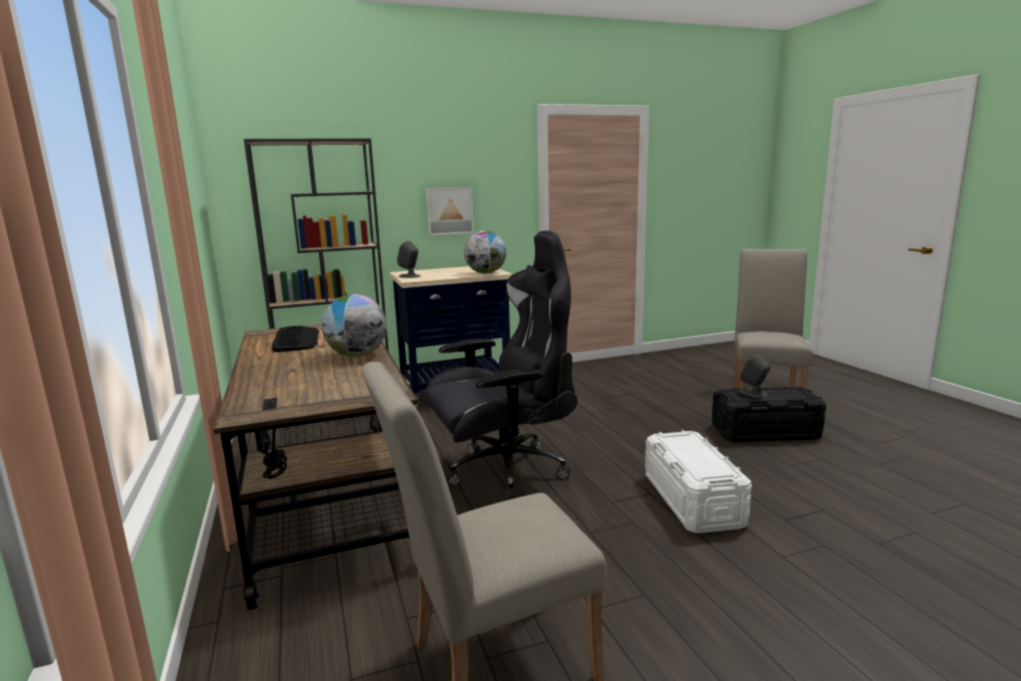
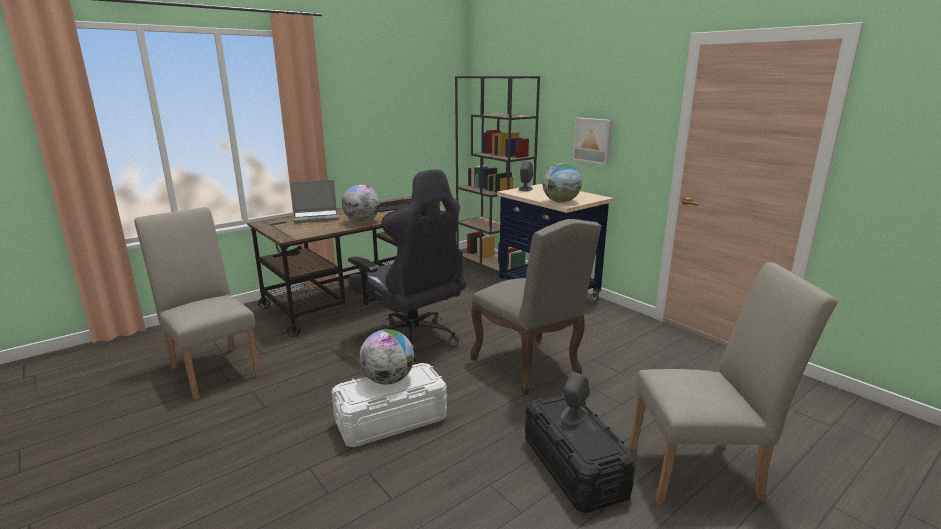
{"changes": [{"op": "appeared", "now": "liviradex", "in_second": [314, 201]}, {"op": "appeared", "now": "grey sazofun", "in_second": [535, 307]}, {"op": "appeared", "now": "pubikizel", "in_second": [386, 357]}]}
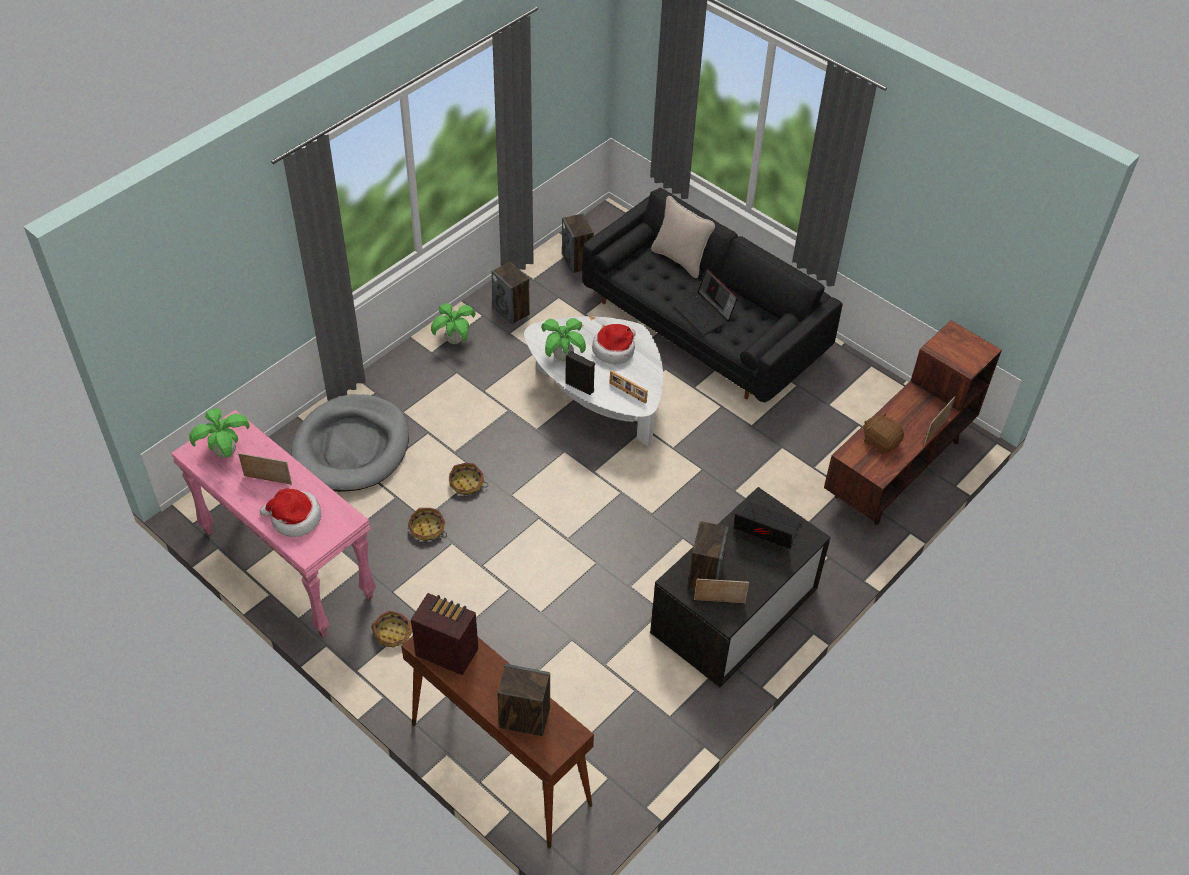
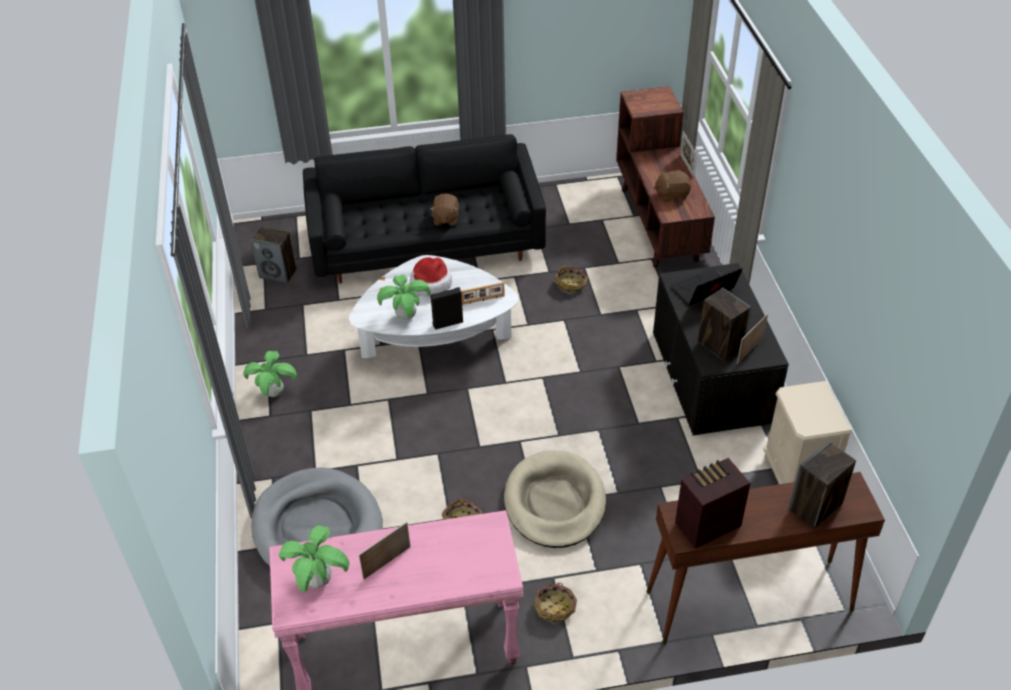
{"changes": [{"op": "missing", "was": "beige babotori", "in_first": [683, 237]}, {"op": "missing", "was": "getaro", "in_first": [510, 293]}, {"op": "exchanged", "was": "liviradex", "now": "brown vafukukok", "in_first": [705, 301], "in_second": [444, 210]}, {"op": "relocated", "was": "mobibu", "in_first": [468, 479], "in_second": [571, 279]}, {"op": "missing", "was": "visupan", "in_first": [290, 513]}, {"op": "appeared", "now": "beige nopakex", "in_second": [807, 432]}, {"op": "appeared", "now": "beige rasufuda", "in_second": [555, 499]}]}
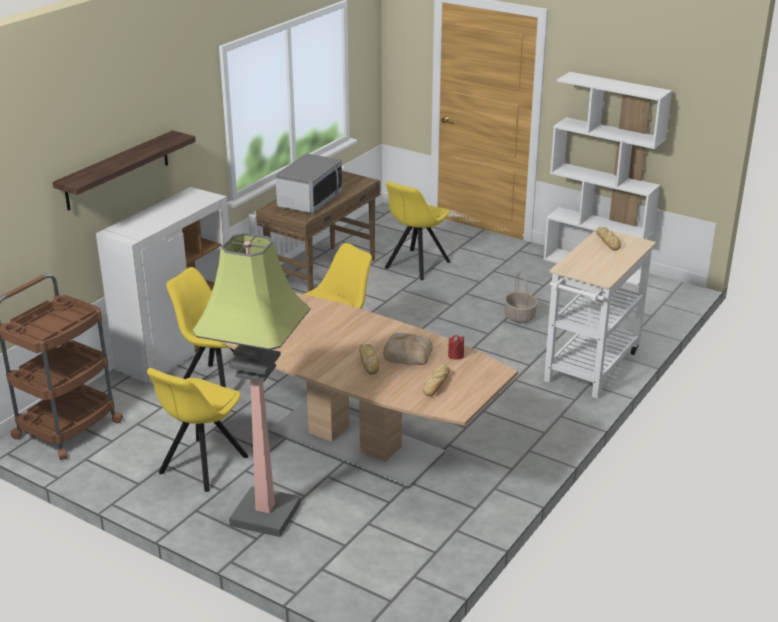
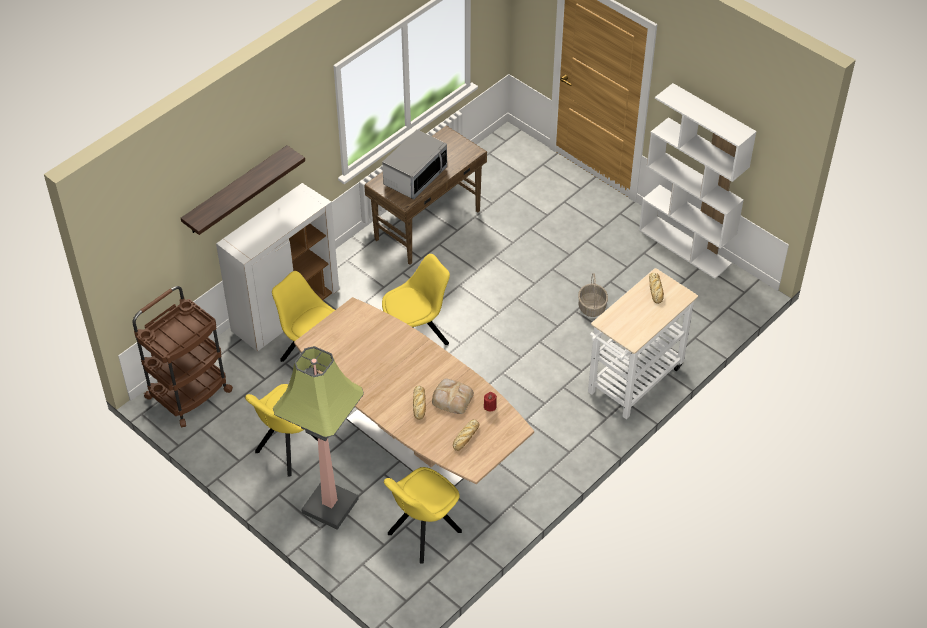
{"changes": [{"op": "relocated", "was": "yellow sazofun", "in_first": [417, 230], "in_second": [423, 515]}]}
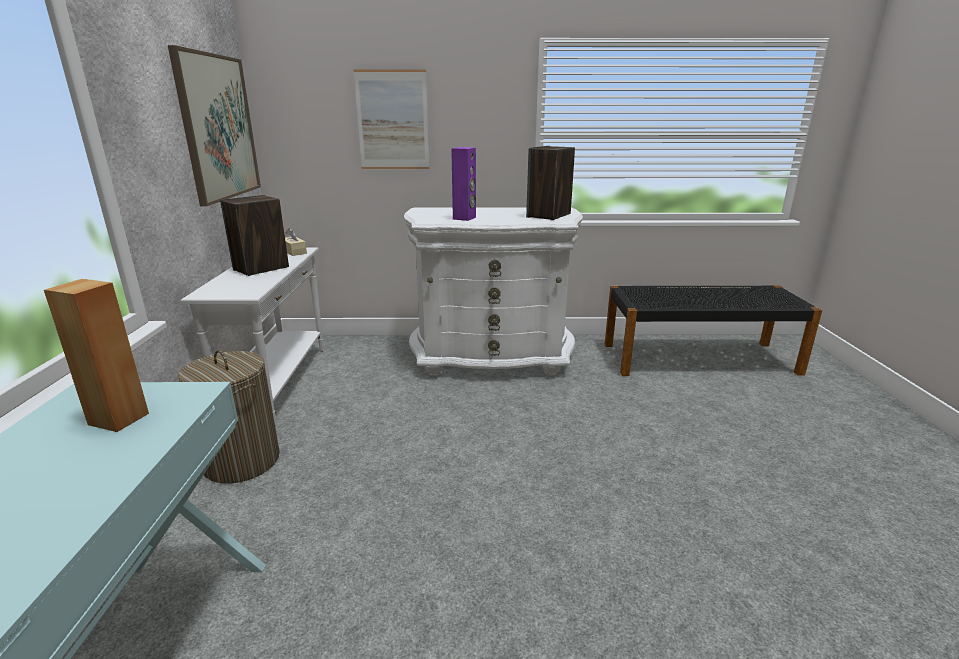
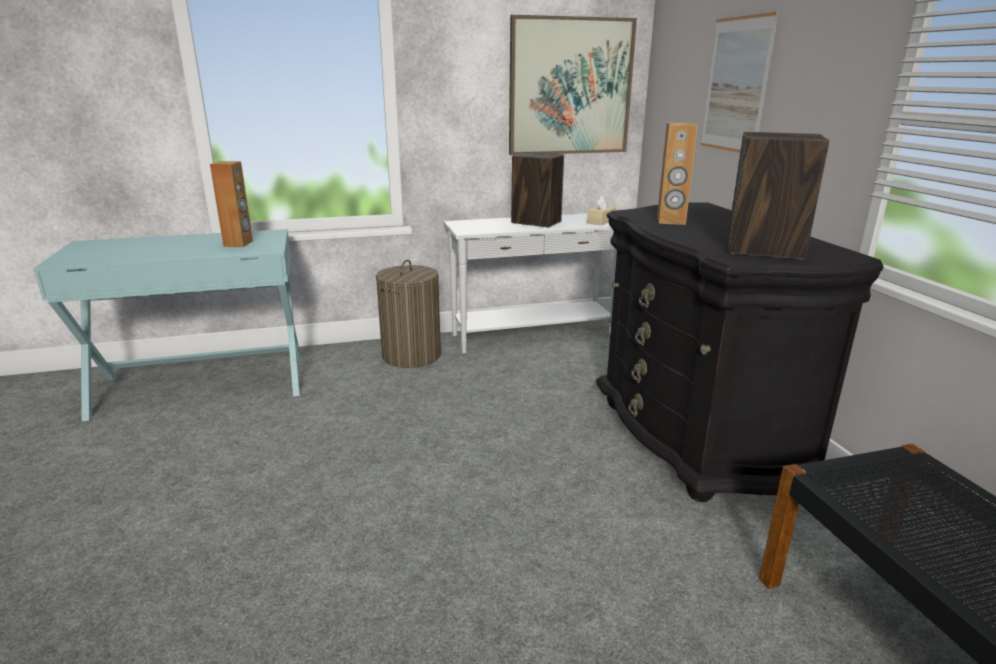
{"changes": [{"op": "colour", "was": "purple getaro", "now": "brown getaro", "in_first": [463, 184], "in_second": [677, 173]}, {"op": "colour", "was": "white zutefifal", "now": "black zutefifal", "in_first": [493, 291], "in_second": [740, 352]}]}
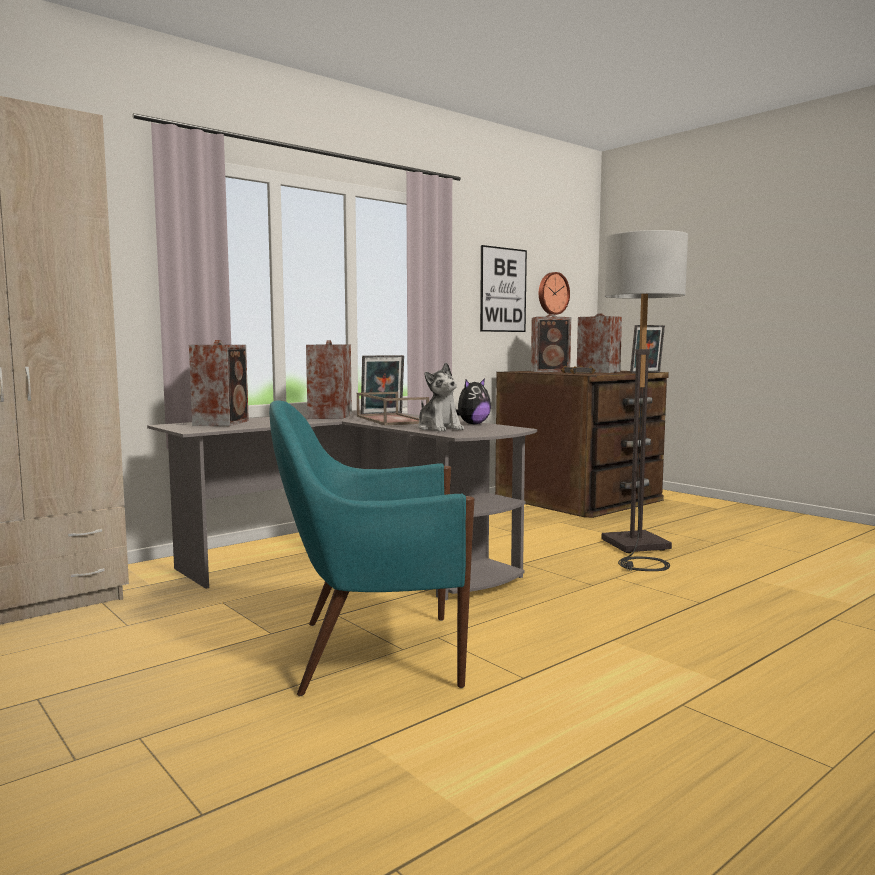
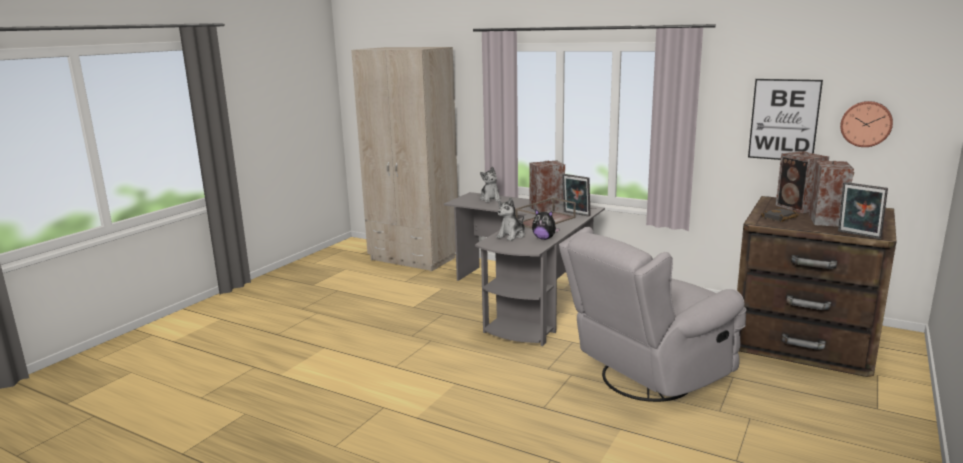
{"changes": [{"op": "exchanged", "was": "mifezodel", "now": "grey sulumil", "in_first": [644, 400], "in_second": [652, 314]}, {"op": "exchanged", "was": "getaro", "now": "vafukukok", "in_first": [219, 383], "in_second": [490, 185]}, {"op": "missing", "was": "turquoise sulumil", "in_first": [371, 548]}]}
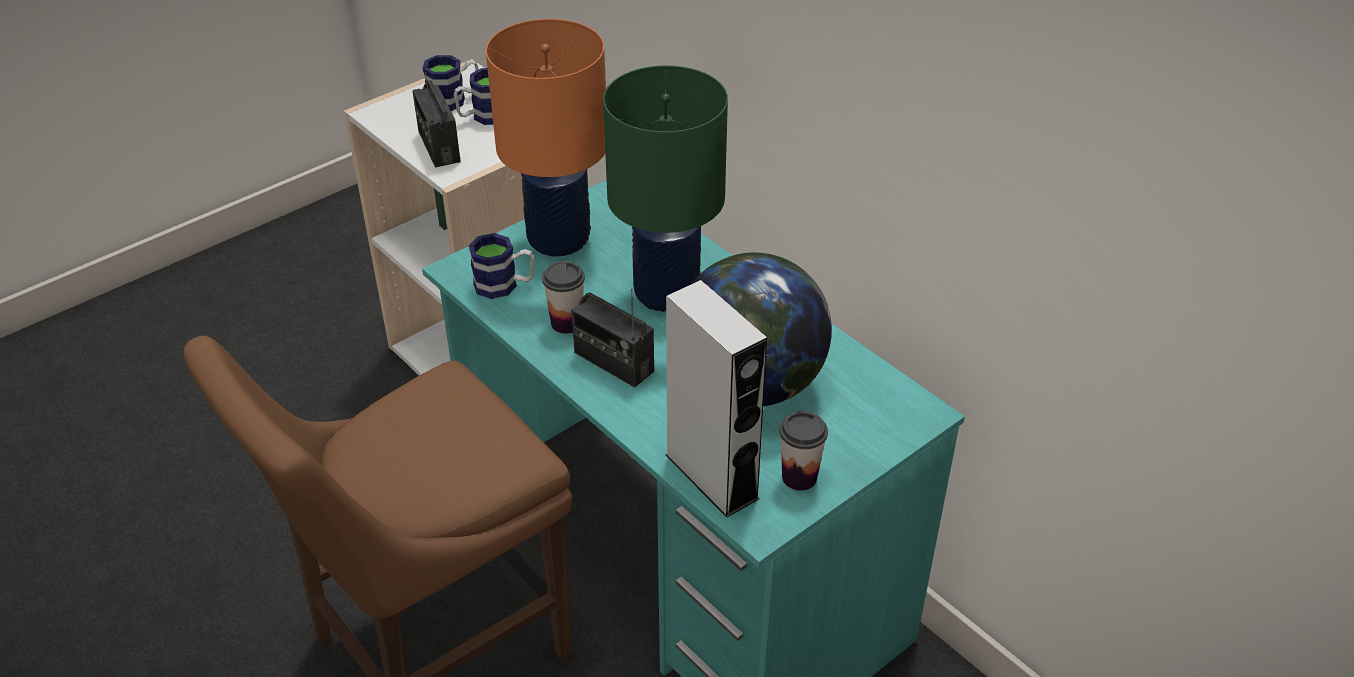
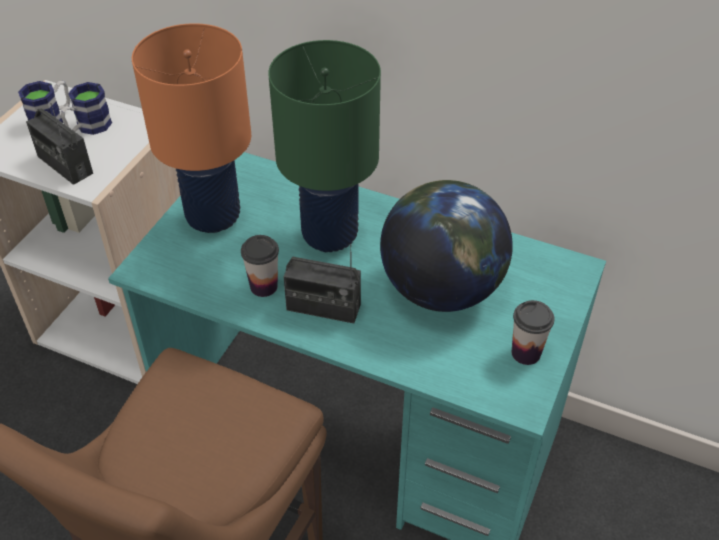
{"changes": [{"op": "missing", "was": "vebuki", "in_first": [501, 266]}, {"op": "missing", "was": "grey getaro", "in_first": [716, 399]}]}
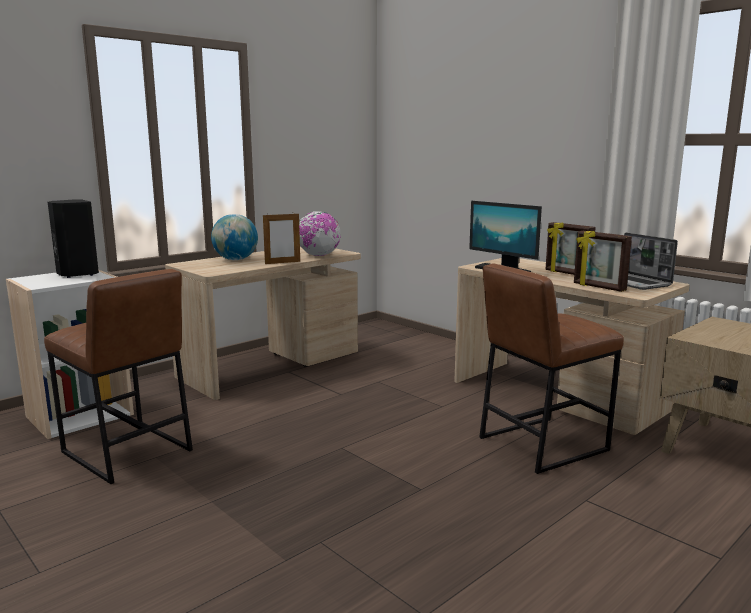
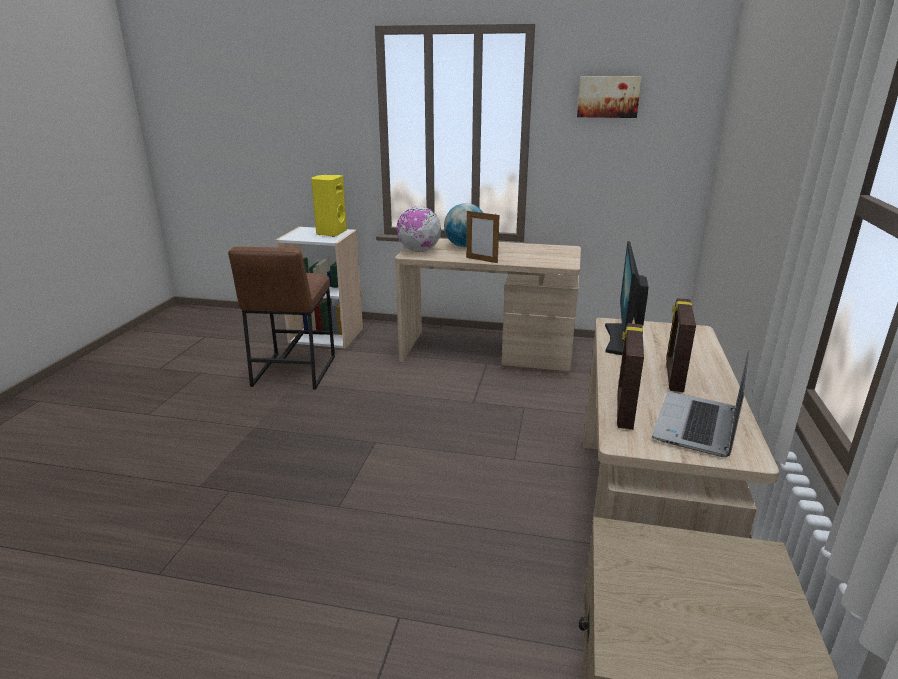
{"changes": [{"op": "colour", "was": "black getaro", "now": "yellow getaro", "in_first": [73, 238], "in_second": [329, 206]}, {"op": "relocated", "was": "pubikizel", "in_first": [320, 233], "in_second": [418, 229]}, {"op": "missing", "was": "brown sazofun", "in_first": [551, 369]}, {"op": "appeared", "now": "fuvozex", "in_second": [609, 97]}]}
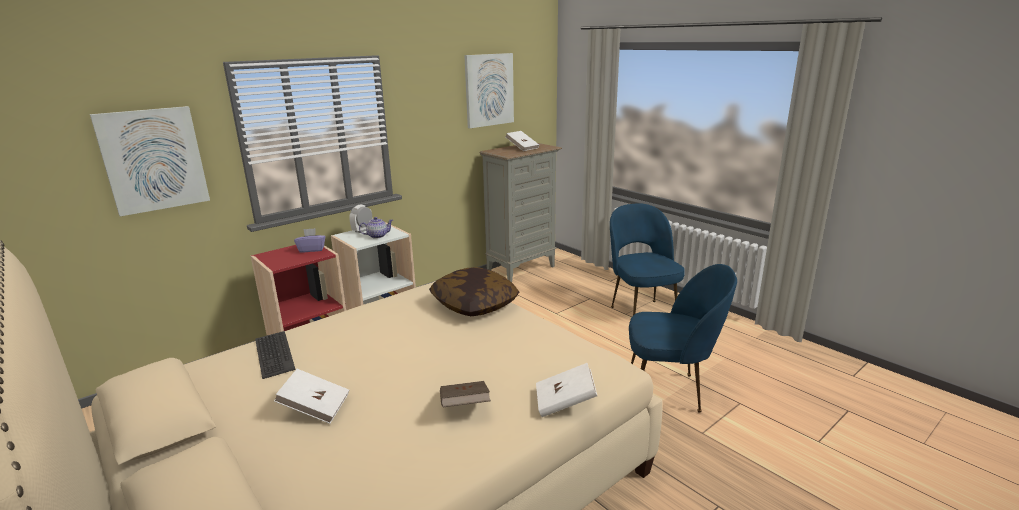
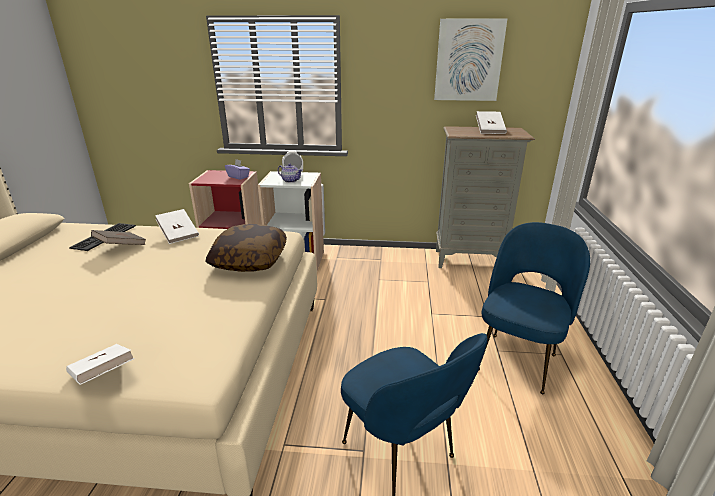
{"changes": [{"op": "missing", "was": "fuvozex", "in_first": [150, 161]}, {"op": "relocated", "was": "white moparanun", "in_first": [311, 396], "in_second": [177, 226]}, {"op": "relocated", "was": "brown moparanun", "in_first": [465, 394], "in_second": [118, 237]}]}
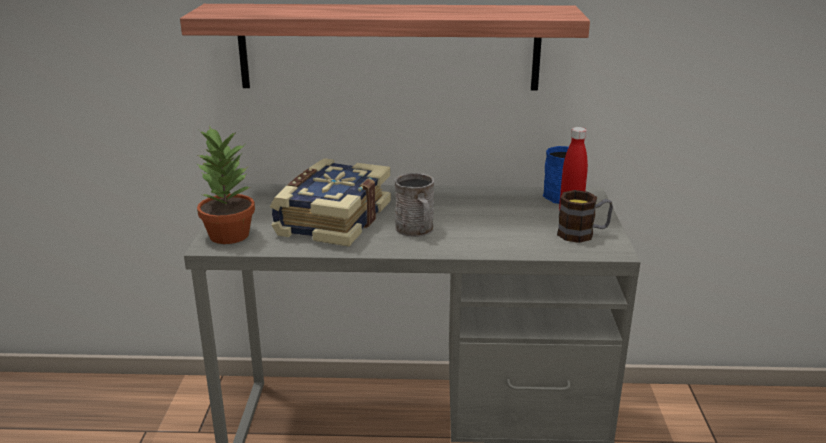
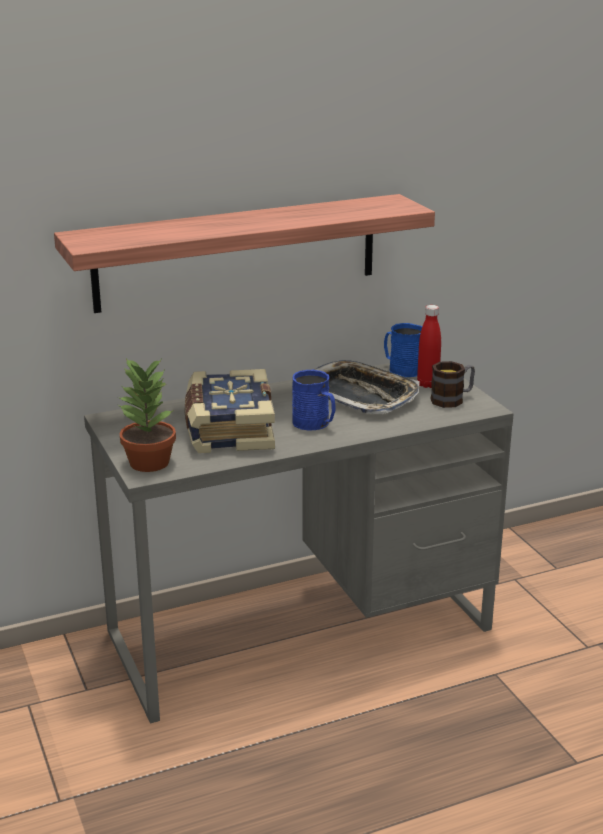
{"changes": [{"op": "colour", "was": "grey vebuki", "now": "blue vebuki", "in_first": [414, 205], "in_second": [314, 400]}, {"op": "appeared", "now": "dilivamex", "in_second": [366, 387]}]}
